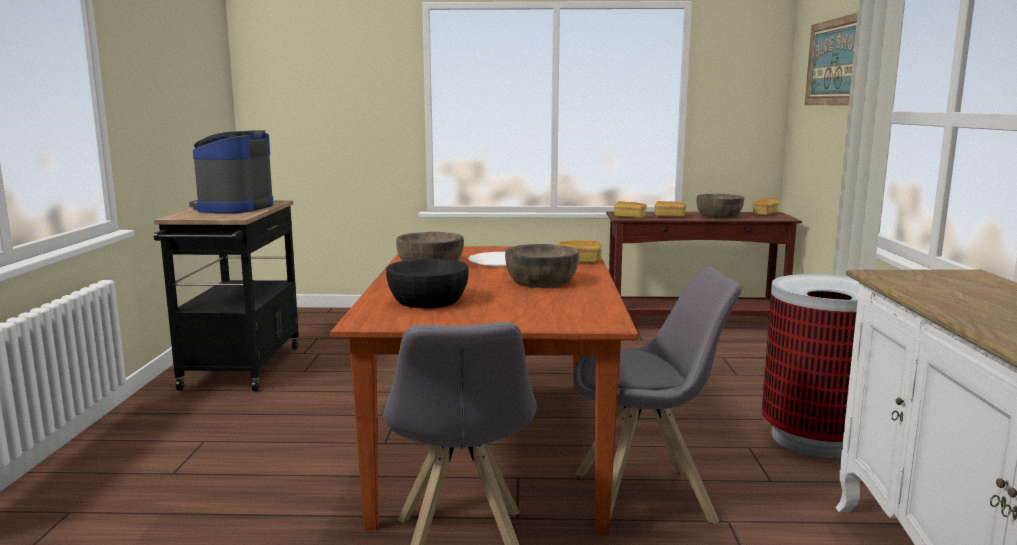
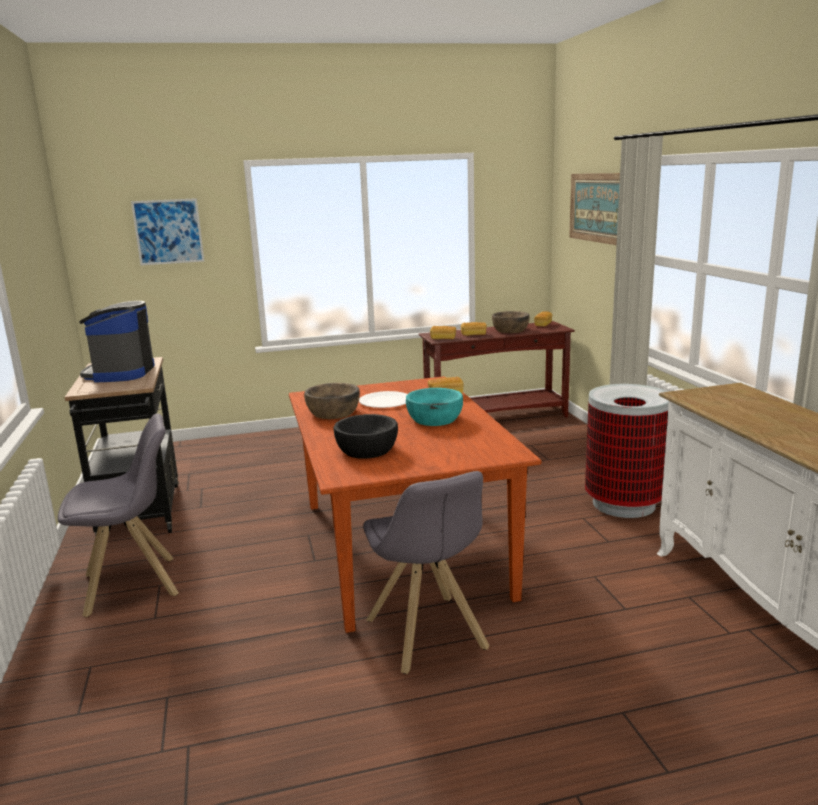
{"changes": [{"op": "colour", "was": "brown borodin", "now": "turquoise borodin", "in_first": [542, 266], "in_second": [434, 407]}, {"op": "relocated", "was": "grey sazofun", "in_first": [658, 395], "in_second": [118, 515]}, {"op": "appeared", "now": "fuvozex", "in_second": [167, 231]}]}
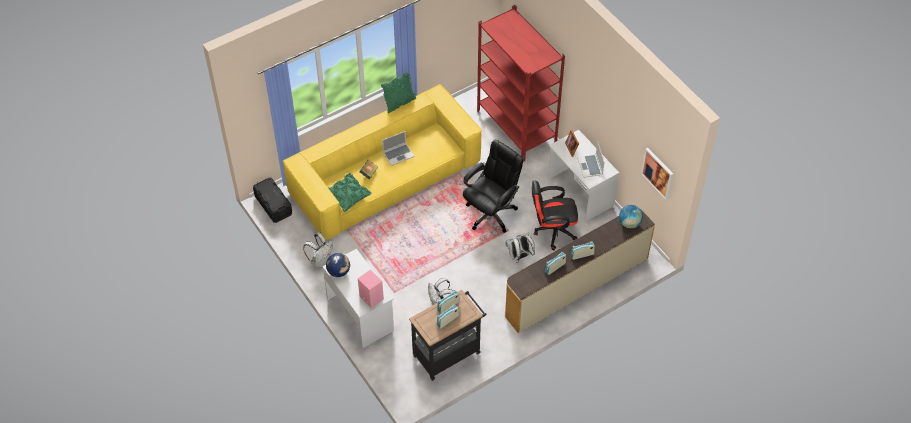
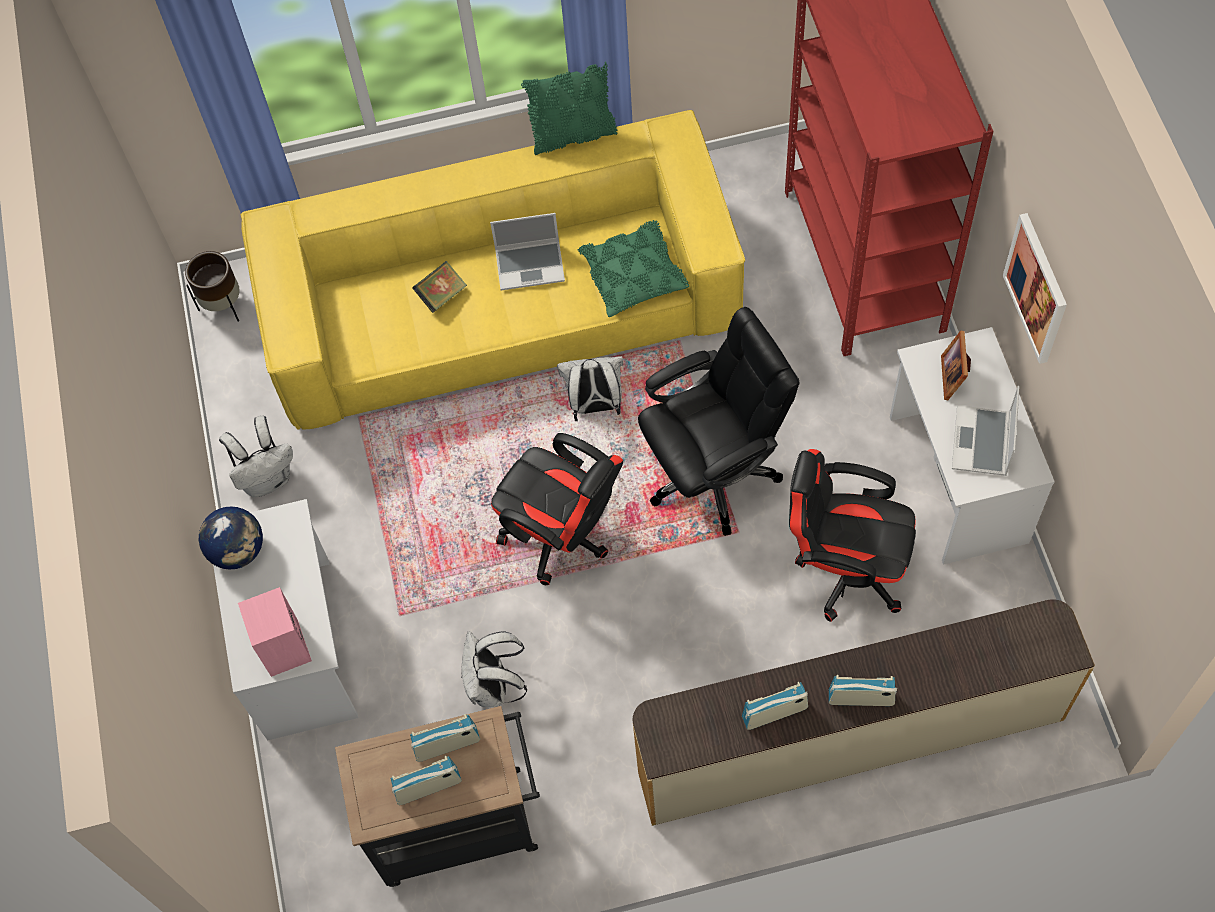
{"changes": [{"op": "relocated", "was": "fuvozex", "in_first": [657, 174], "in_second": [1035, 288]}, {"op": "relocated", "was": "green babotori", "in_first": [350, 192], "in_second": [633, 268]}, {"op": "exchanged", "was": "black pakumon", "now": "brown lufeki", "in_first": [272, 200], "in_second": [212, 286]}, {"op": "missing", "was": "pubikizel", "in_first": [631, 216]}, {"op": "relocated", "was": "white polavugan", "in_first": [520, 247], "in_second": [590, 388]}, {"op": "appeared", "now": "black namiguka", "in_second": [557, 509]}]}
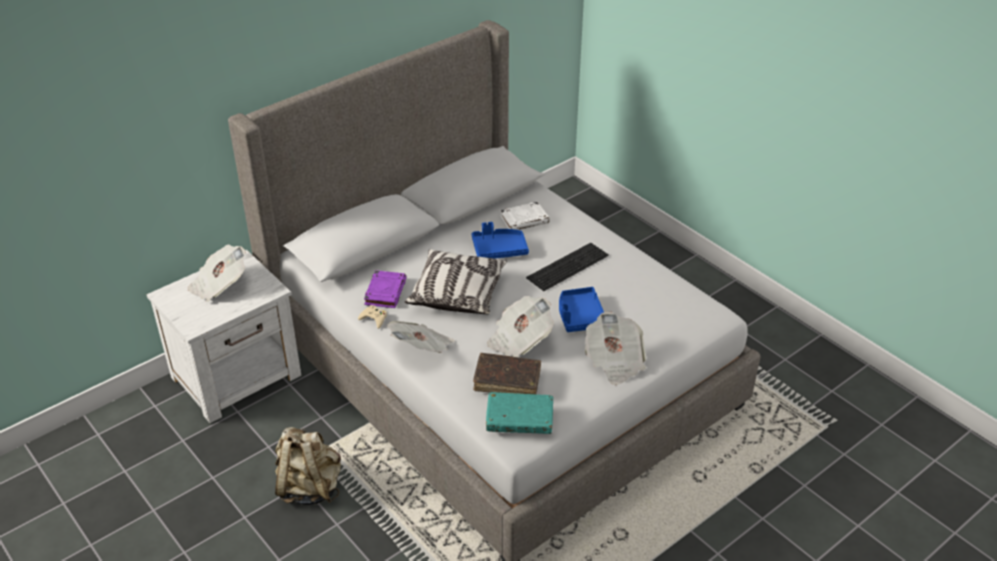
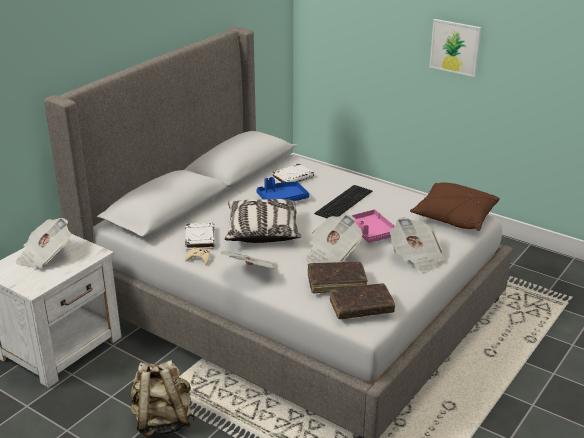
{"changes": [{"op": "colour", "was": "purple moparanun", "now": "white moparanun", "in_first": [385, 289], "in_second": [200, 236]}, {"op": "colour", "was": "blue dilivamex", "now": "pink dilivamex", "in_first": [581, 309], "in_second": [373, 226]}, {"op": "colour", "was": "turquoise moparanun", "now": "brown moparanun", "in_first": [519, 413], "in_second": [362, 301]}, {"op": "appeared", "now": "fuvozex", "in_second": [455, 48]}, {"op": "appeared", "now": "brown babotori", "in_second": [455, 206]}]}
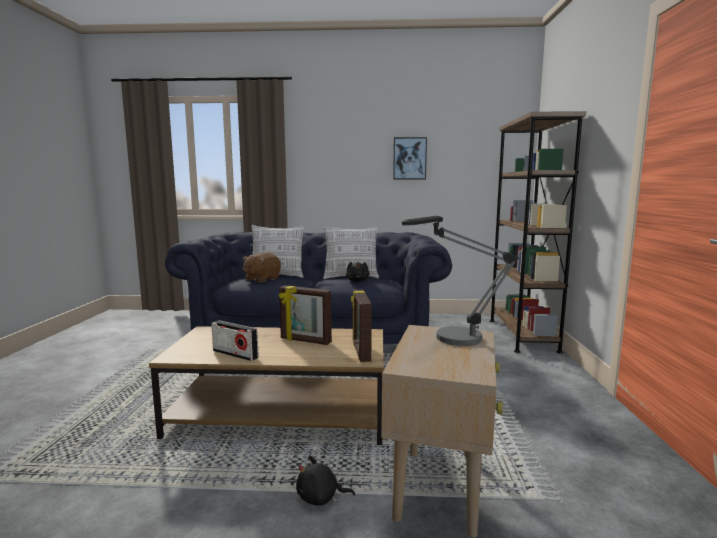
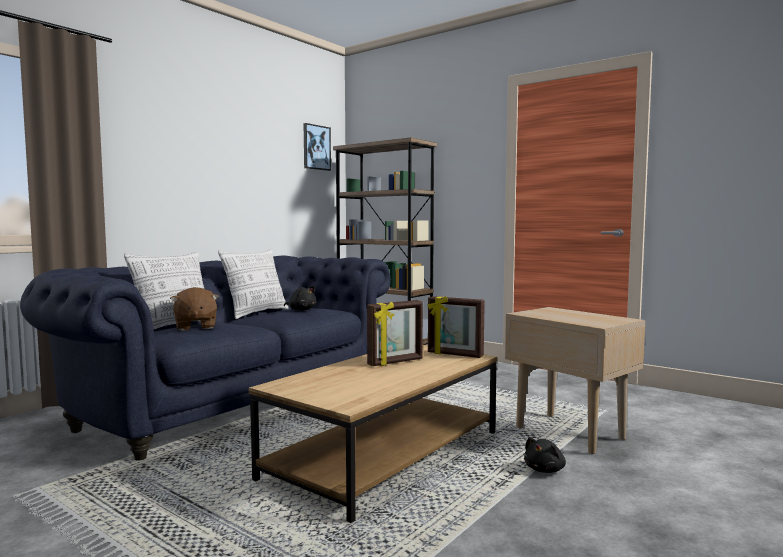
{"changes": [{"op": "relocated", "was": "fuvozex", "in_first": [410, 158], "in_second": [317, 147]}, {"op": "missing", "was": "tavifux", "in_first": [460, 281]}, {"op": "missing", "was": "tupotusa", "in_first": [235, 340]}]}
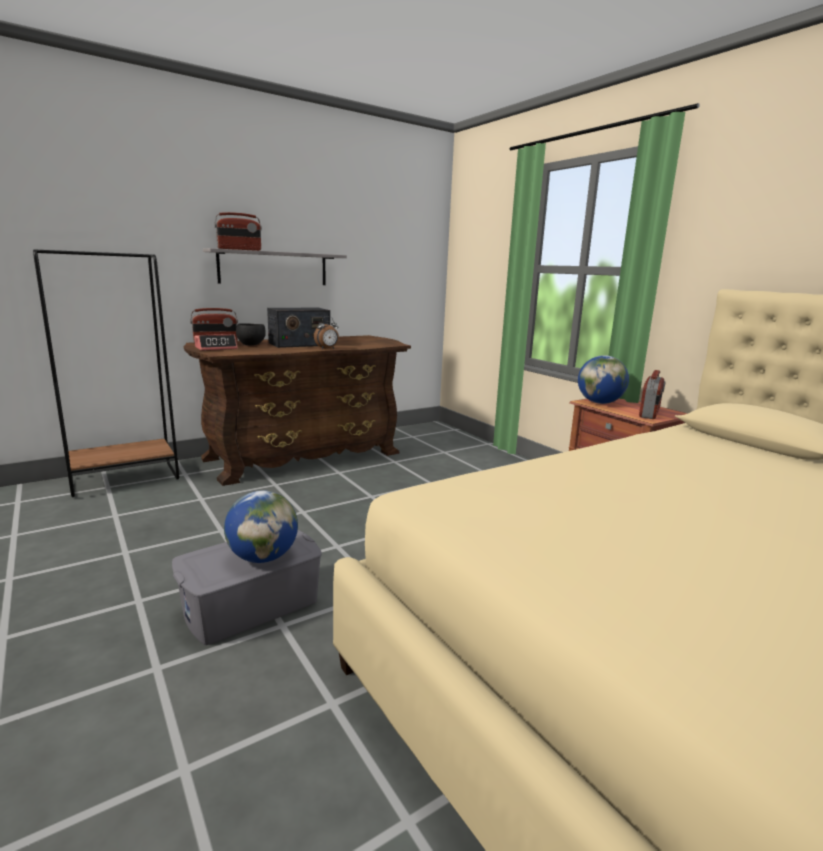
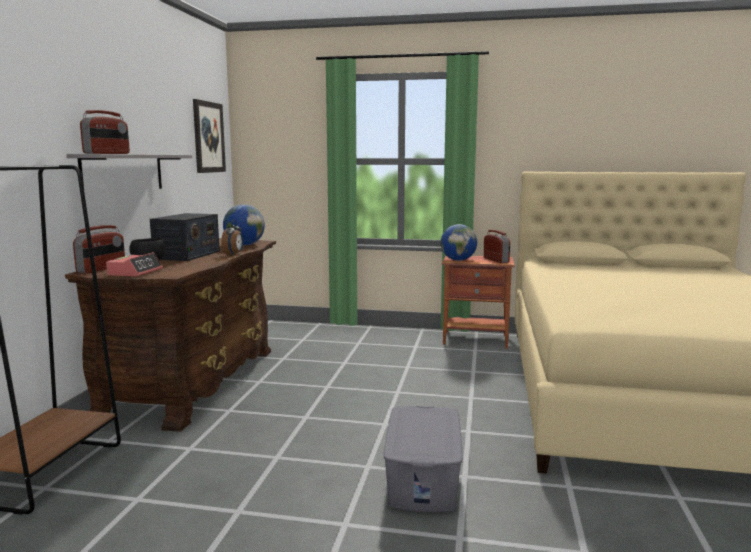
{"changes": [{"op": "relocated", "was": "pubikizel", "in_first": [261, 526], "in_second": [244, 225]}, {"op": "appeared", "now": "fuvozex", "in_second": [209, 136]}]}
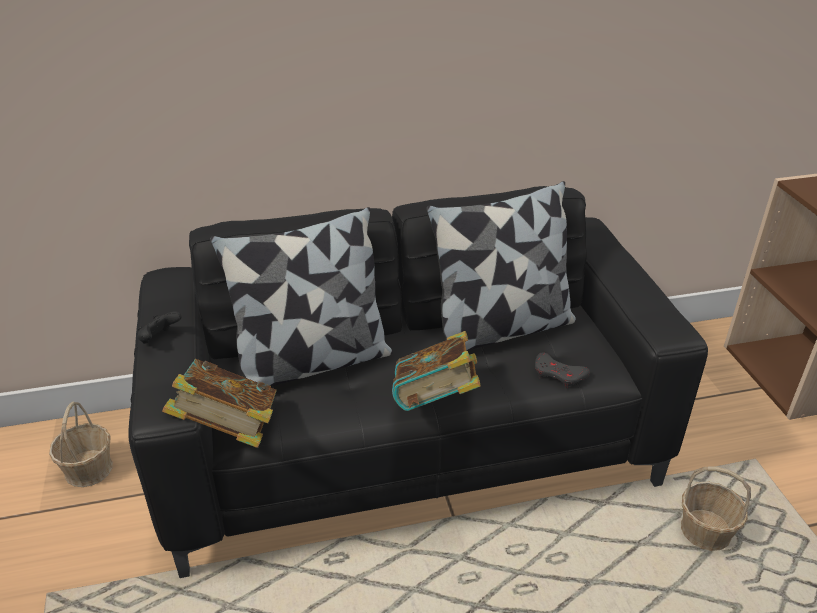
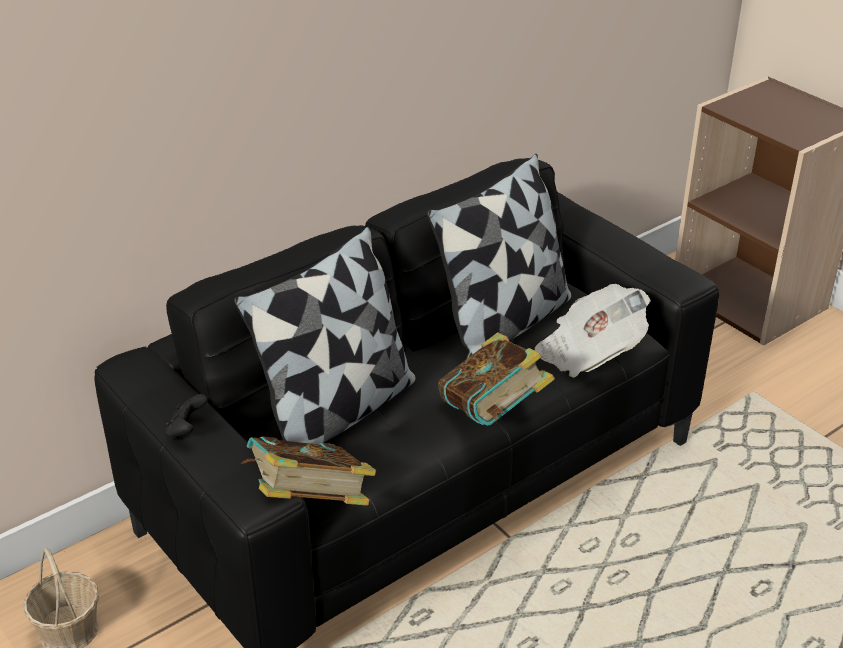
{"changes": [{"op": "exchanged", "was": "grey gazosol", "now": "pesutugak", "in_first": [562, 370], "in_second": [593, 331]}, {"op": "missing", "was": "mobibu", "in_first": [716, 508]}]}
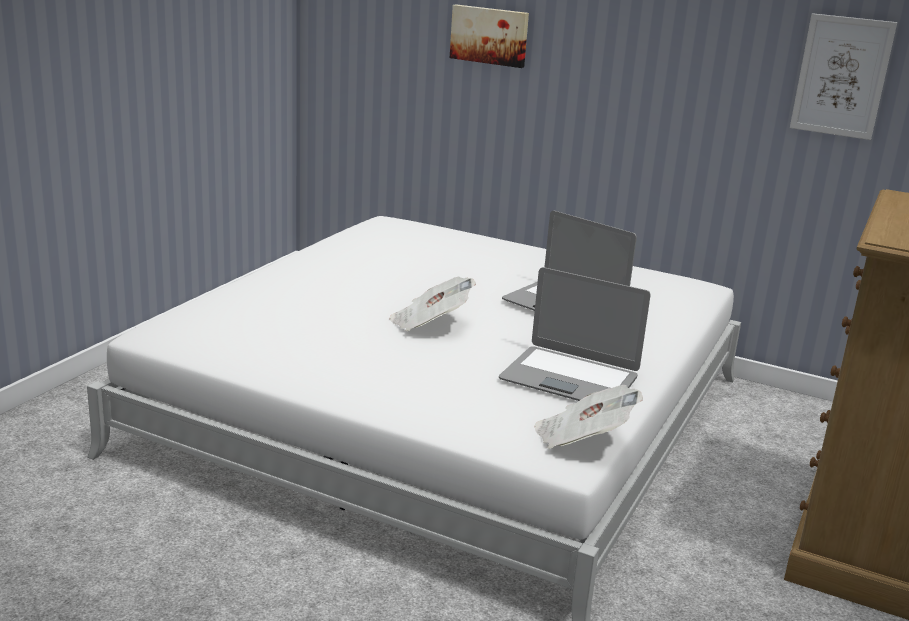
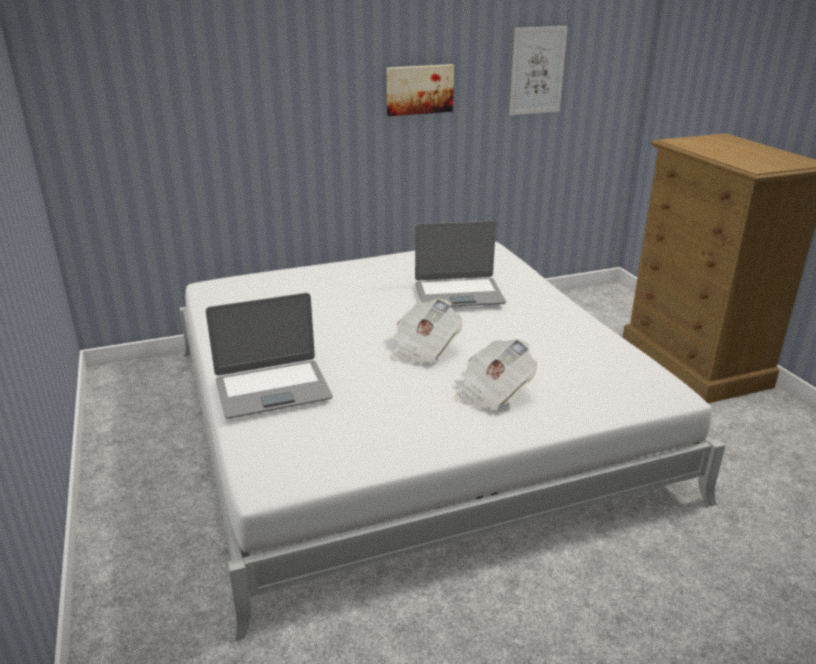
{"changes": [{"op": "relocated", "was": "fuvozex", "in_first": [489, 36], "in_second": [420, 90]}, {"op": "relocated", "was": "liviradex", "in_first": [575, 334], "in_second": [269, 356]}, {"op": "relocated", "was": "pesutugak", "in_first": [588, 417], "in_second": [495, 374]}]}
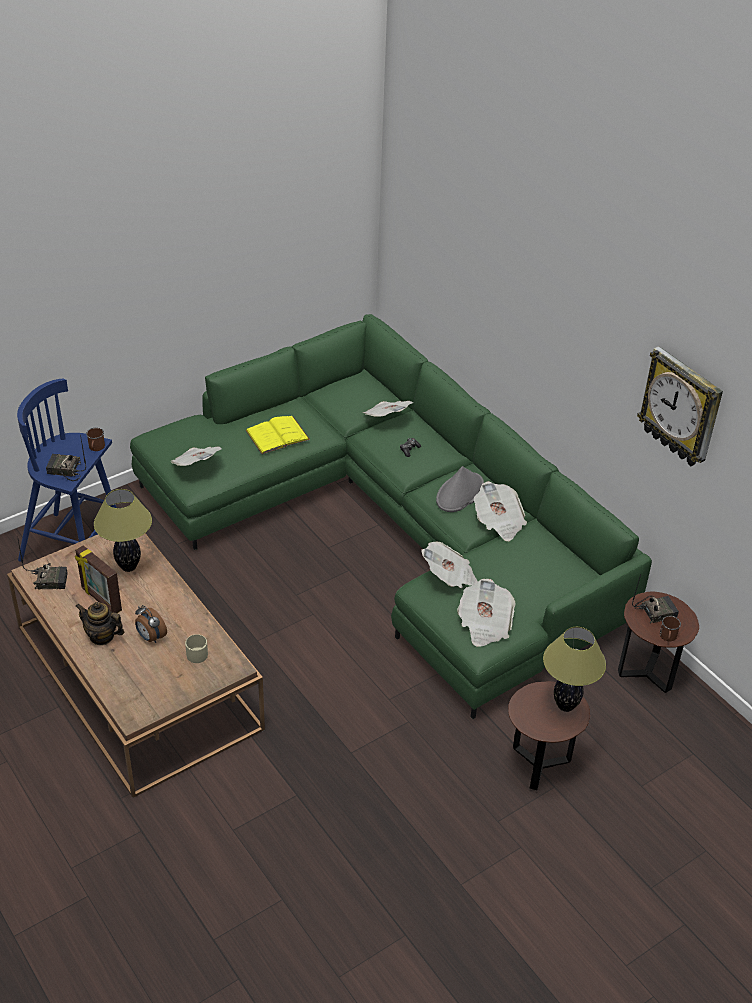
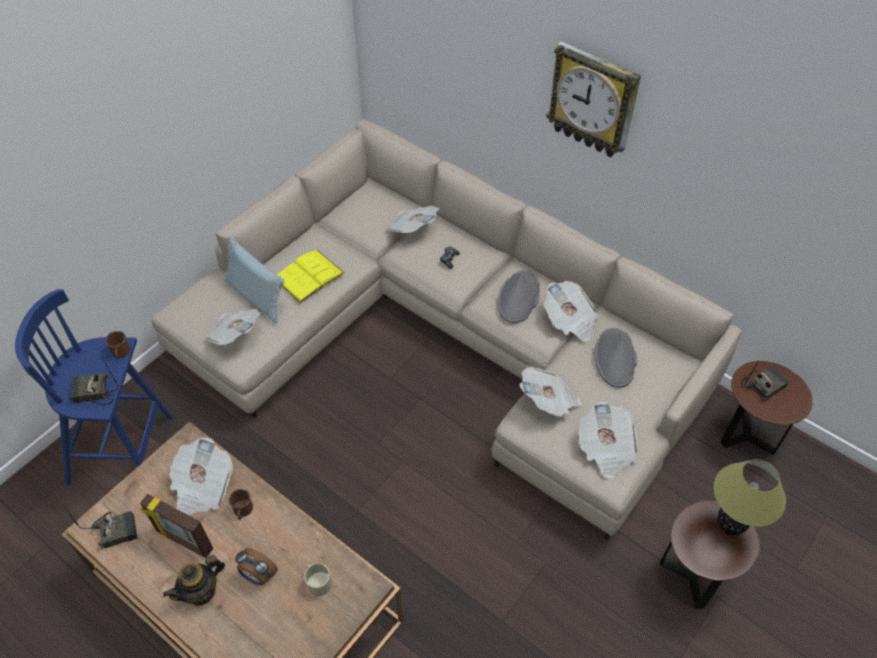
{"changes": [{"op": "colour", "was": "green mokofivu", "now": "beige mokofivu", "in_first": [391, 516], "in_second": [446, 330]}, {"op": "relocated", "was": "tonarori", "in_first": [680, 406], "in_second": [593, 99]}, {"op": "exchanged", "was": "tavifux", "now": "pesutugak", "in_first": [123, 530], "in_second": [201, 476]}, {"op": "spun", "was": "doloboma", "in_first": [100, 623], "in_second": [194, 580], "clockwise": -45}, {"op": "relocated", "was": "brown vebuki", "in_first": [670, 628], "in_second": [241, 504]}, {"op": "appeared", "now": "blue babotori", "in_second": [253, 280]}, {"op": "appeared", "now": "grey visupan", "in_second": [615, 358]}]}
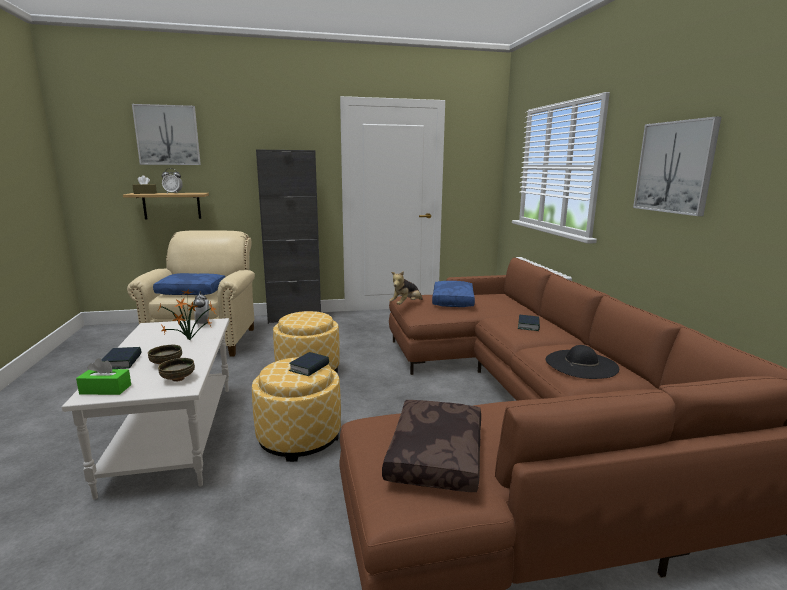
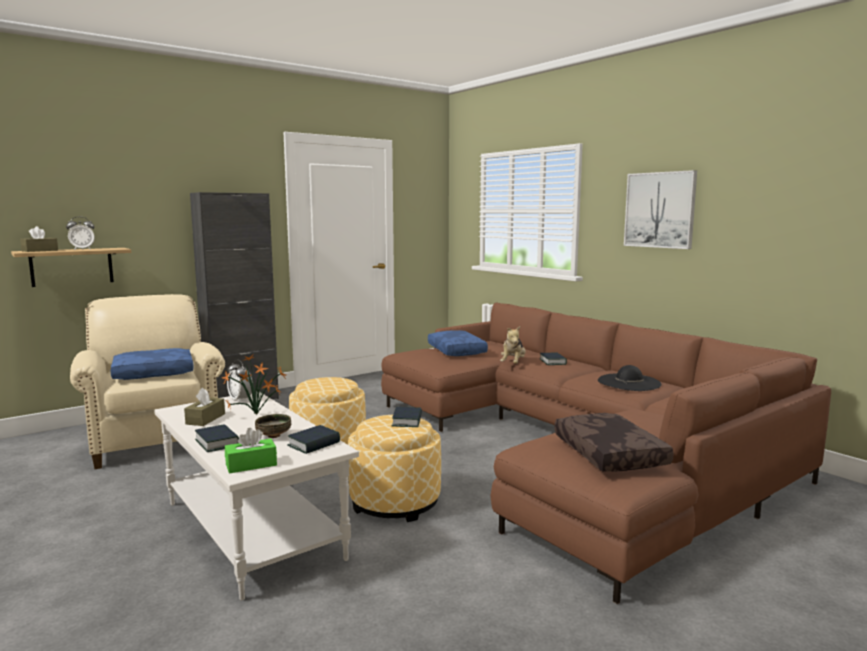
{"changes": [{"op": "missing", "was": "fuvozex", "in_first": [166, 134]}, {"op": "relocated", "was": "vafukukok", "in_first": [406, 288], "in_second": [513, 345]}, {"op": "exchanged", "was": "borodin", "now": "moparanun", "in_first": [176, 370], "in_second": [313, 439]}, {"op": "appeared", "now": "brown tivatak", "in_second": [204, 406]}]}
